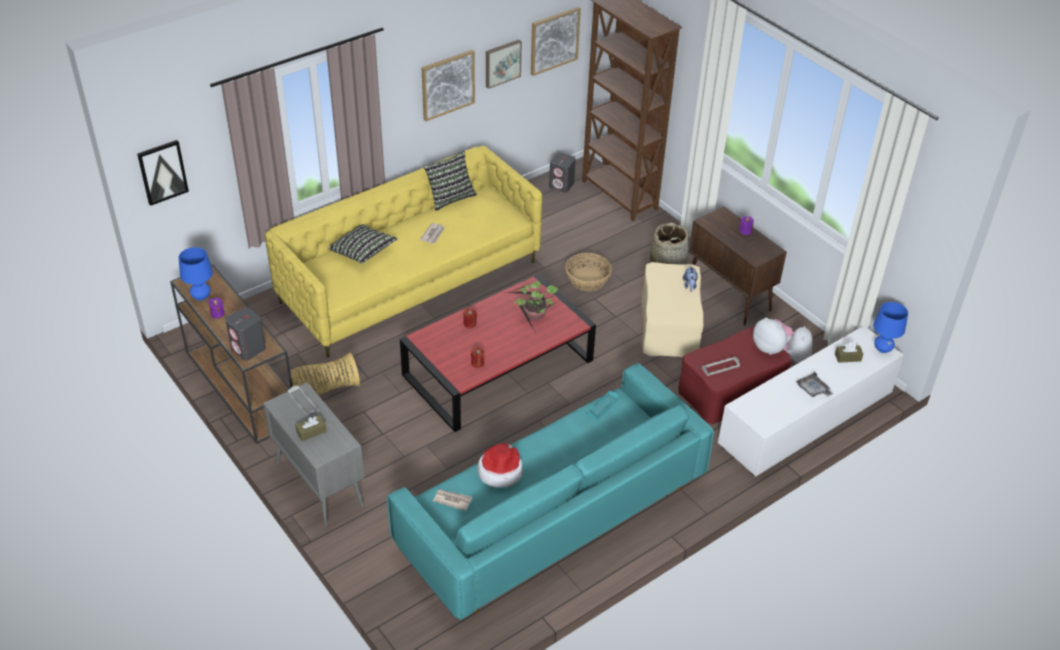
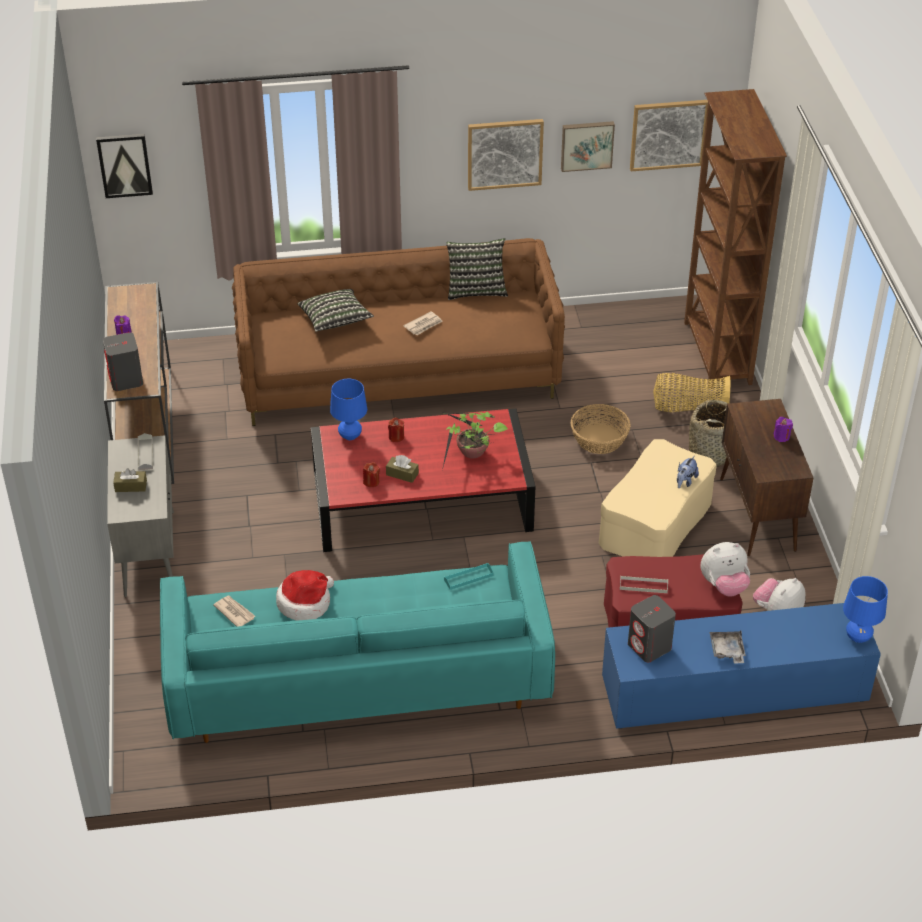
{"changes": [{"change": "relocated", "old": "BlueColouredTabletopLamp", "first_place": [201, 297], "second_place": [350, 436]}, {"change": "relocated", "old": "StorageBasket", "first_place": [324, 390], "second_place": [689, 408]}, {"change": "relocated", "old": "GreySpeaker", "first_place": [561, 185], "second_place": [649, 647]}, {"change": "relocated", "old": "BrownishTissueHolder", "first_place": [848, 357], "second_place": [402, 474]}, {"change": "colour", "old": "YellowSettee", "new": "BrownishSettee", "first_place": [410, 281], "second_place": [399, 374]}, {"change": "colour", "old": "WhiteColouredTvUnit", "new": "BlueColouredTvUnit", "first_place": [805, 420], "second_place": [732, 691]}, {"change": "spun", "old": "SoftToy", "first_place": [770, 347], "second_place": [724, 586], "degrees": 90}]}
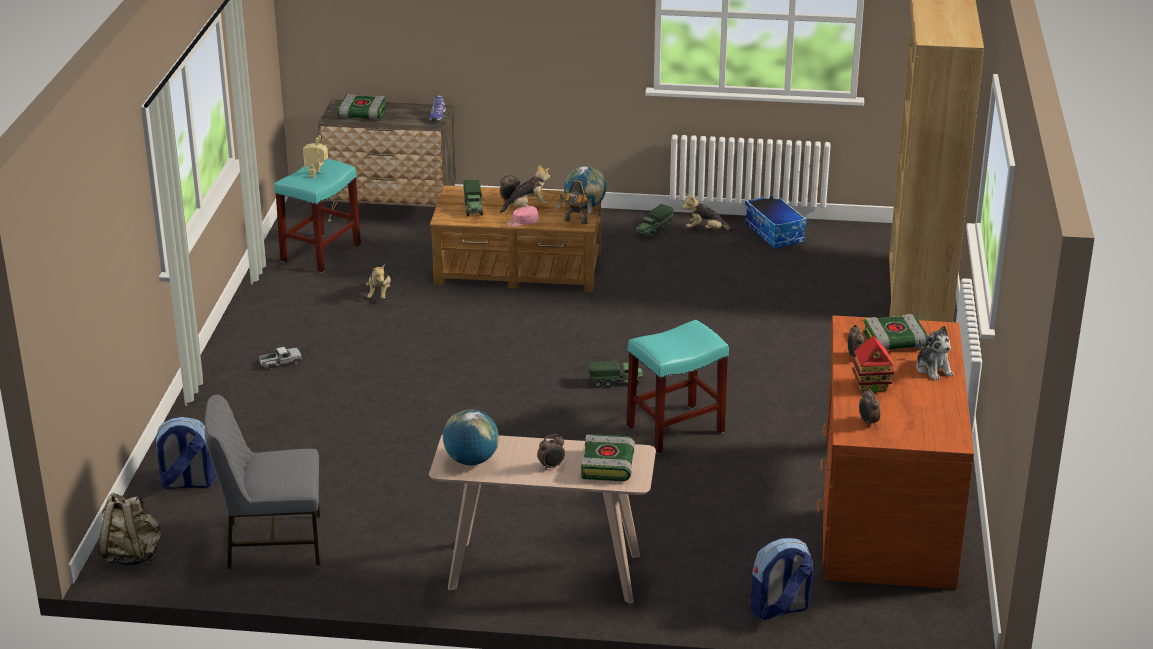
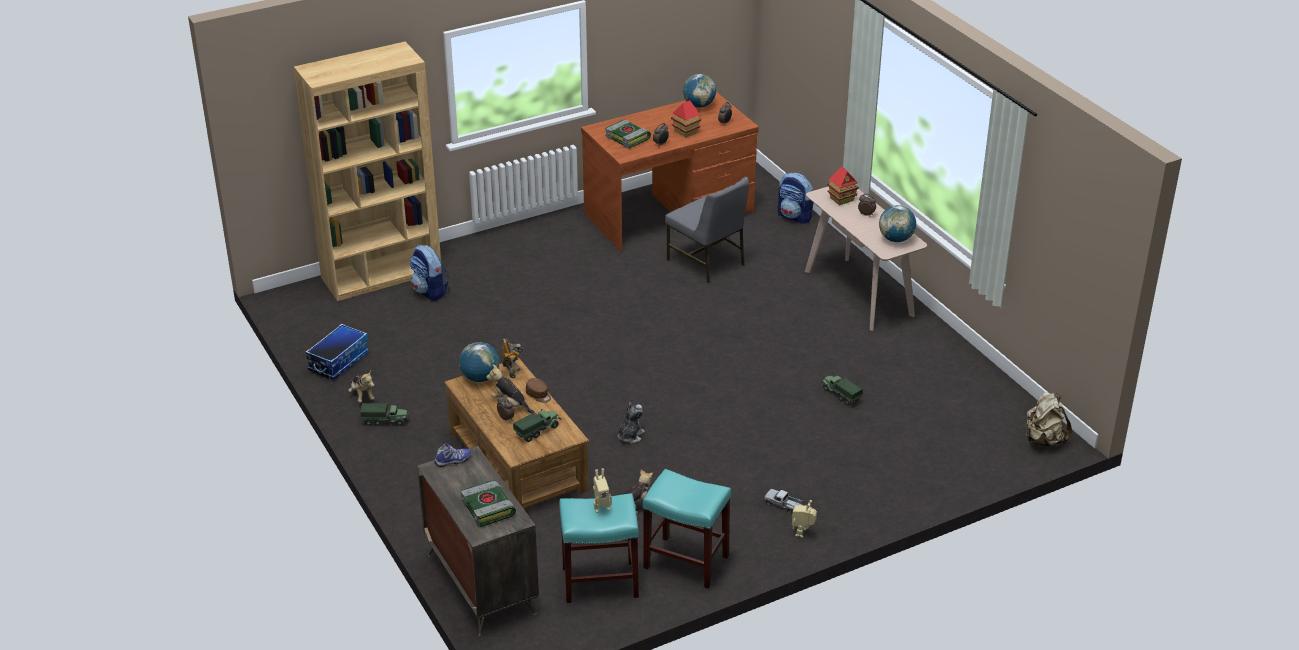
{"changes": [{"change": "appeared", "new": "Globe", "second_place": [699, 105]}, {"change": "appeared", "new": "ModelRobot", "second_place": [803, 533]}, {"change": "relocated", "old": "Backpack", "first_place": [187, 483], "second_place": [430, 292]}, {"change": "relocated", "old": "GreyUprightChair", "first_place": [272, 542], "second_place": [707, 262]}, {"change": "relocated", "old": "ToyLorry", "first_place": [616, 382], "second_place": [840, 395]}, {"change": "relocated", "old": "TurquoiseStool", "first_place": [675, 430], "second_place": [687, 562]}, {"change": "relocated", "old": "SoftToy", "first_place": [933, 369], "second_place": [630, 436]}, {"change": "exchanged", "old": "BoundBook", "new": "ToyHouse", "first_place": [608, 465], "second_place": [842, 199]}, {"change": "colour", "old": "PinkishPeakedCap", "new": "BrownishPeakedCap", "first_place": [522, 222], "second_place": [538, 395]}]}
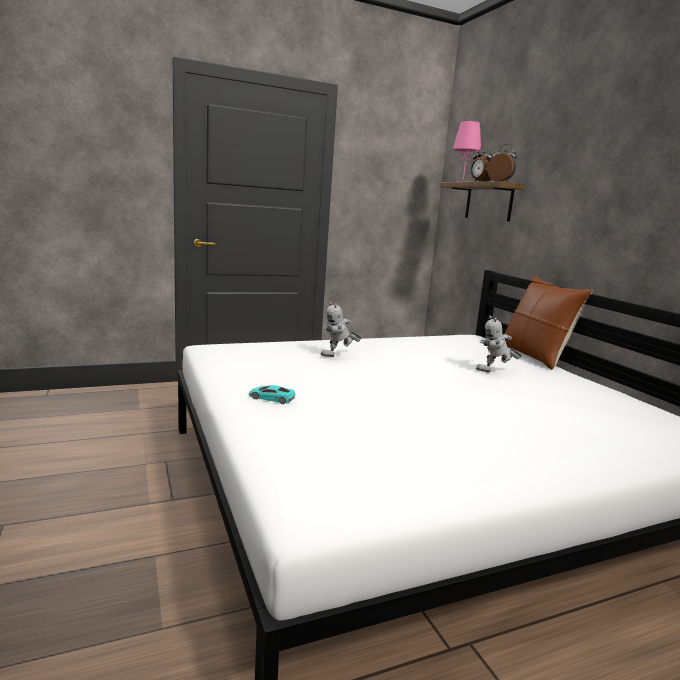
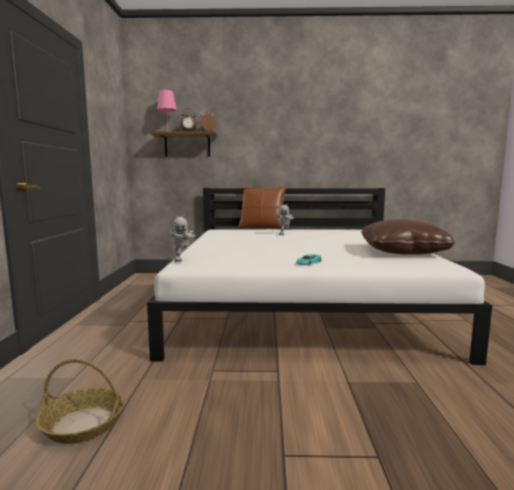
{"changes": [{"change": "appeared", "new": "StorageBasket", "second_place": [83, 423]}, {"change": "appeared", "new": "BrownishThrowPillow", "second_place": [403, 252]}, {"change": "relocated", "old": "ModelRobot", "first_place": [338, 357], "second_place": [182, 260]}]}
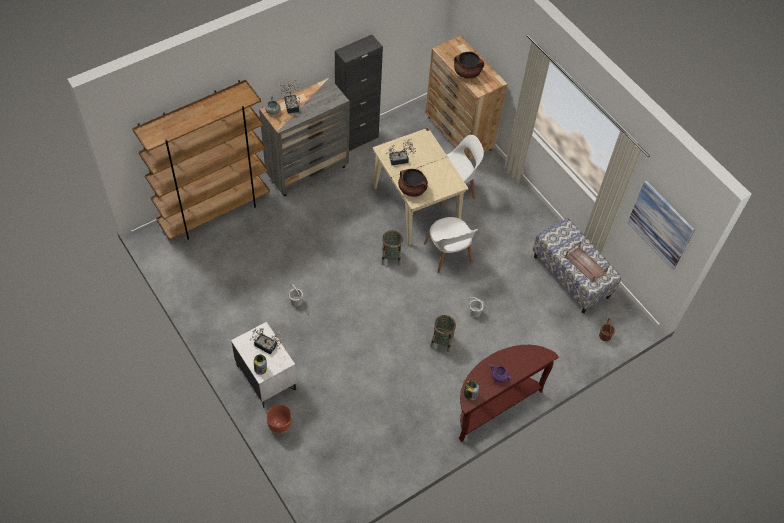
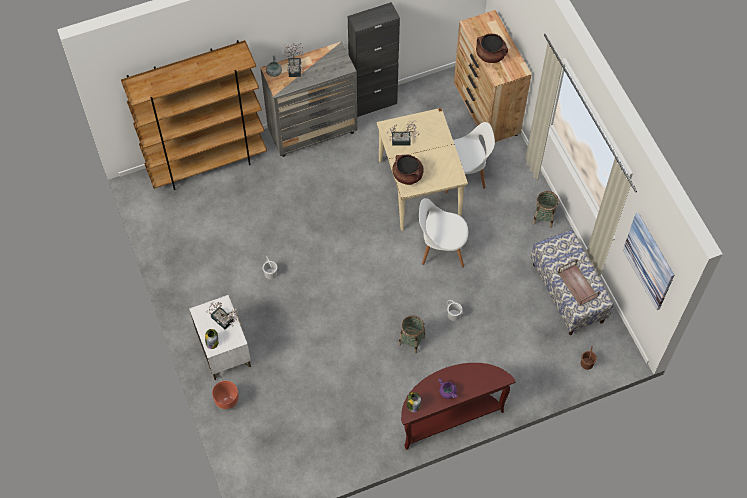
{"changes": [{"change": "relocated", "old": "StorageBasket", "first_place": [391, 257], "second_place": [543, 217]}, {"change": "spun", "old": "WhiteColouredUprightChair", "first_place": [448, 255], "second_place": [441, 248], "degrees": 105}]}
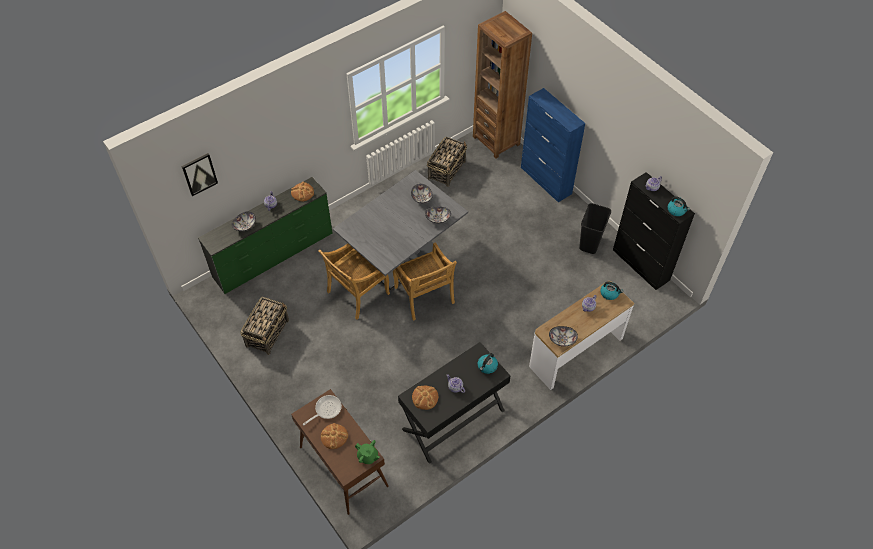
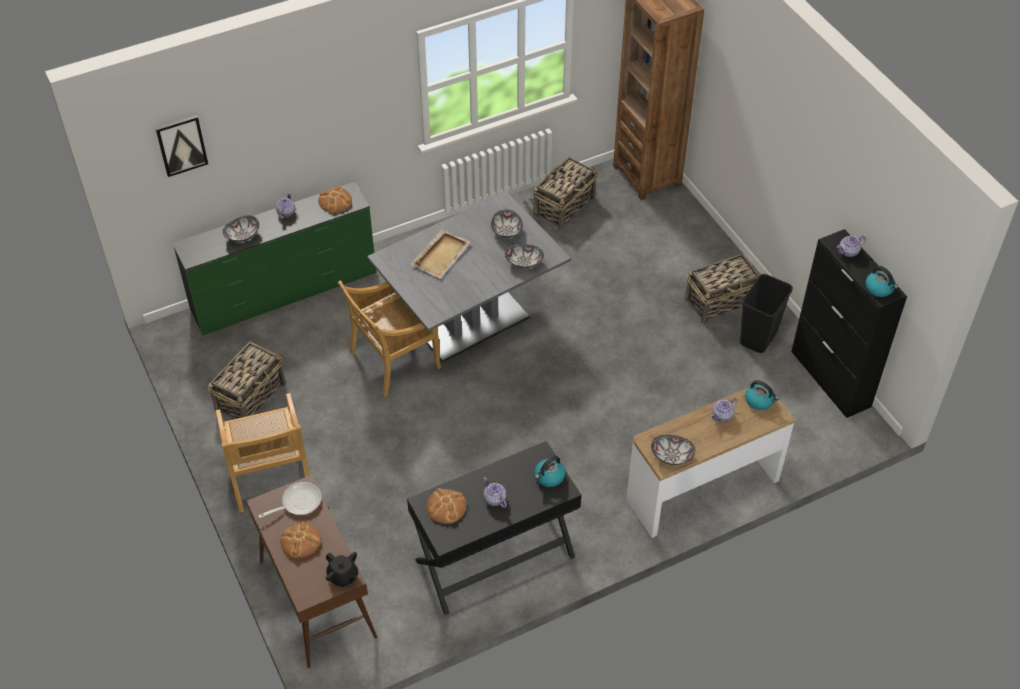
{"changes": [{"change": "missing", "old": "BlueColouredCupboard", "first_place": [546, 181]}, {"change": "appeared", "new": "BeigeColouredServingTray", "second_place": [441, 255]}, {"change": "appeared", "new": "StorageBasket", "second_place": [721, 302]}, {"change": "relocated", "old": "BeigeColouredUprightChair", "first_place": [424, 296], "second_place": [270, 477]}, {"change": "colour", "old": "GreenishPotForTea", "new": "BlackPotForTea", "first_place": [367, 456], "second_place": [343, 576]}]}
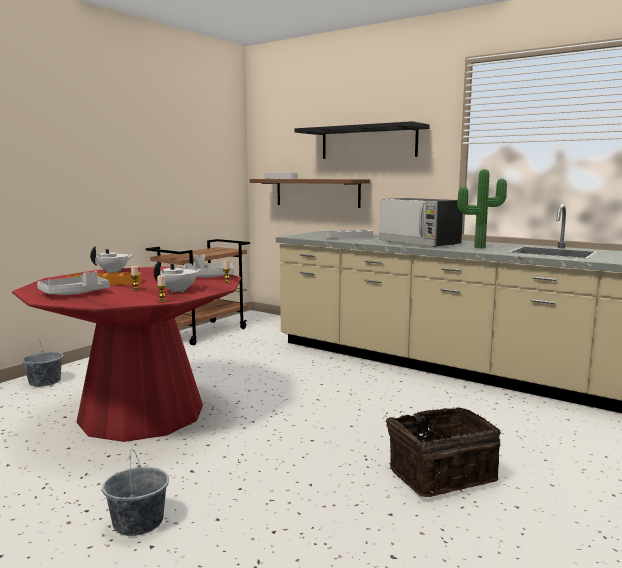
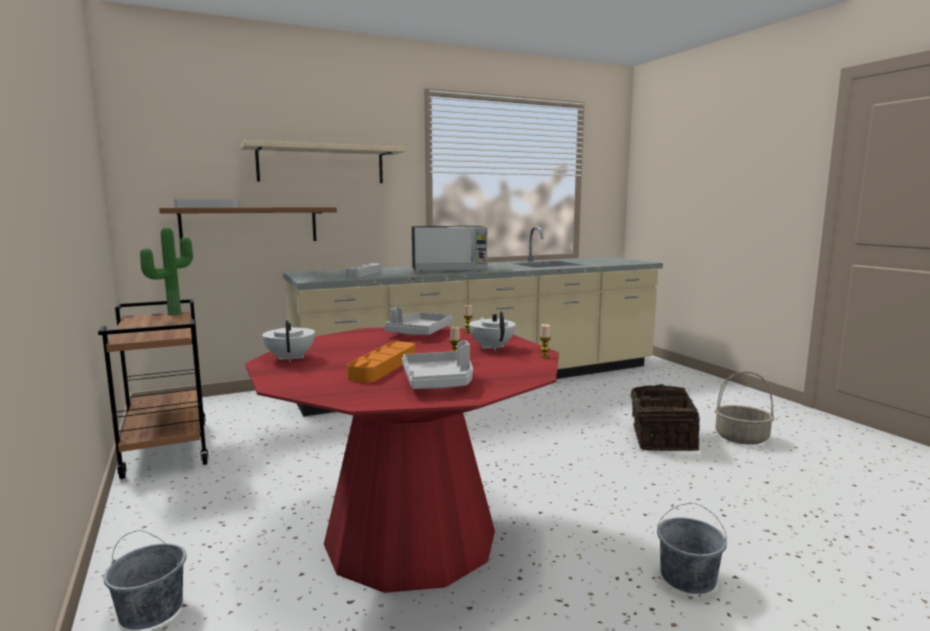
{"changes": [{"change": "appeared", "new": "StorageBasket", "second_place": [741, 438]}, {"change": "relocated", "old": "Houseplant", "first_place": [479, 247], "second_place": [173, 314]}, {"change": "colour", "old": "BlackBracketShelf", "new": "BeigeColouredBracketShelf", "first_place": [368, 142], "second_place": [321, 165]}]}
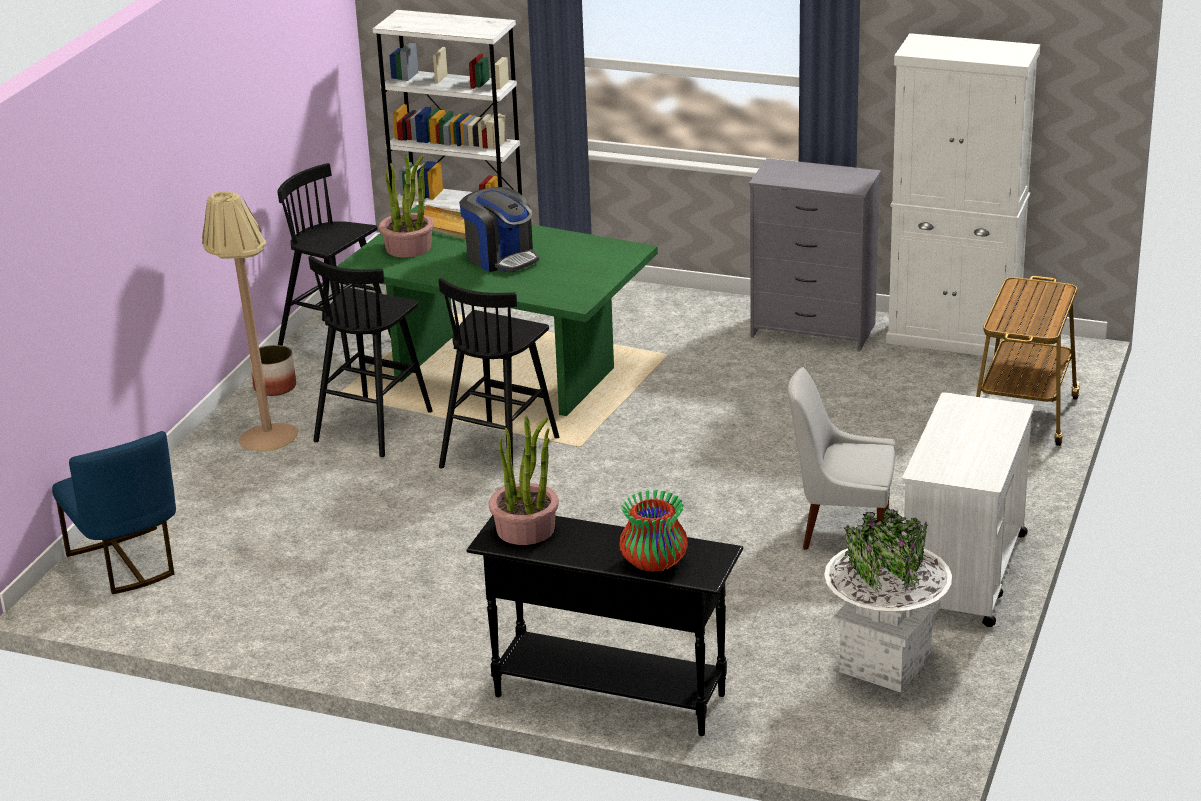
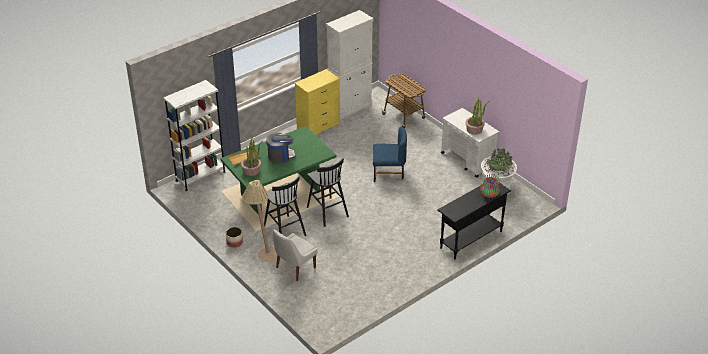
{"changes": [{"change": "missing", "old": "BlackStool", "first_place": [338, 345]}, {"change": "relocated", "old": "BlueColouredUprightChair", "first_place": [127, 563], "second_place": [388, 173]}, {"change": "relocated", "old": "Houseplant", "first_place": [526, 529], "second_place": [474, 129]}, {"change": "relocated", "old": "WhiteColouredUprightChair", "first_place": [841, 529], "second_place": [294, 268]}, {"change": "colour", "old": "GreyChestOfDrawers", "new": "YellowChestOfDrawers", "first_place": [812, 330], "second_place": [318, 128]}]}
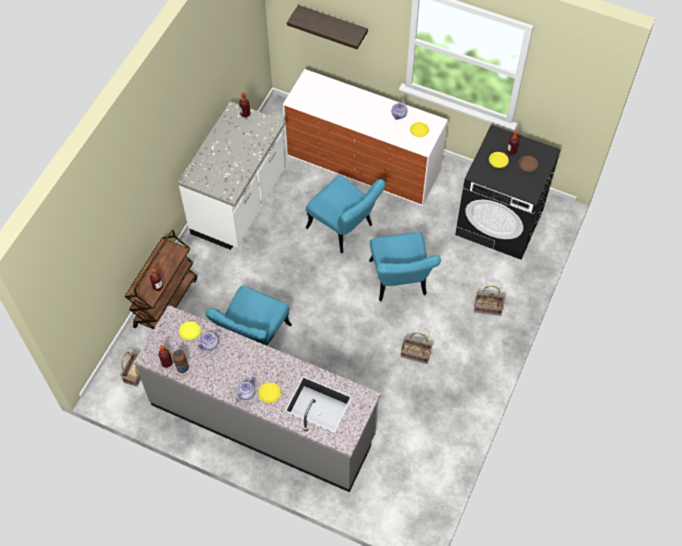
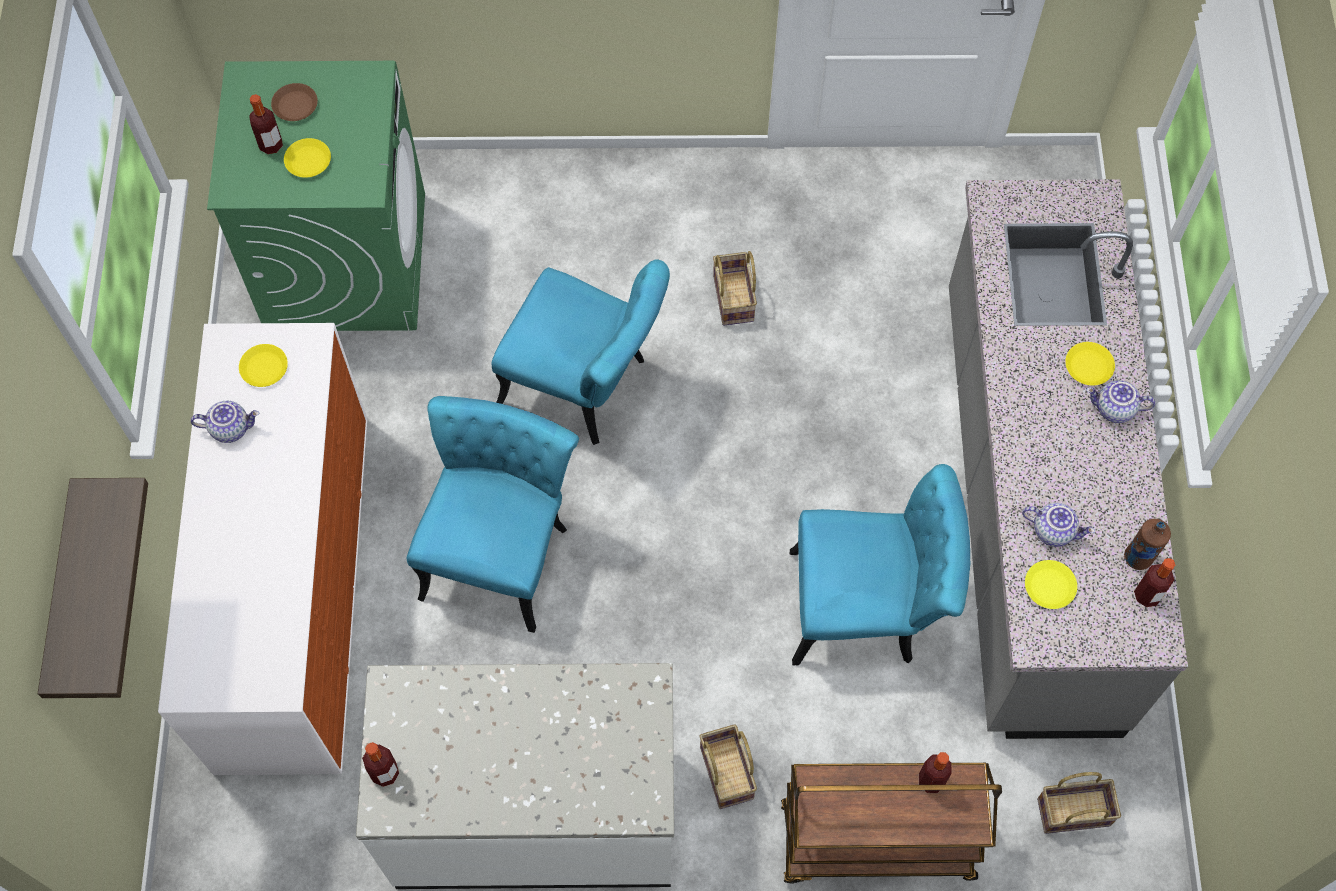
{"changes": [{"change": "relocated", "old": "StorageBasket", "first_place": [487, 308], "second_place": [728, 774]}, {"change": "colour", "old": "BlackWashingMachine", "new": "GreenishWashingMachine", "first_place": [500, 222], "second_place": [346, 260]}, {"change": "spun", "old": "TurquoiseUprightChair", "first_place": [399, 283], "second_place": [586, 387], "degrees": 60}]}
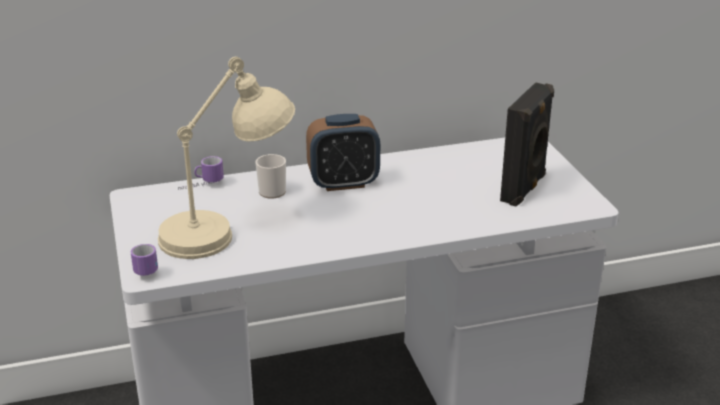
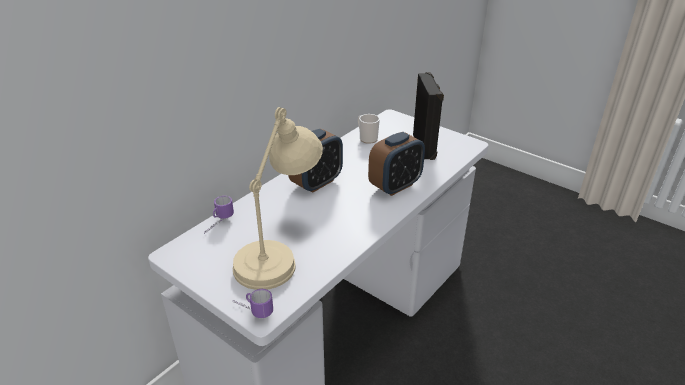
{"changes": [{"change": "appeared", "new": "TableClock", "second_place": [395, 186]}, {"change": "relocated", "old": "CoffeeMug", "first_place": [271, 190], "second_place": [367, 138]}]}
